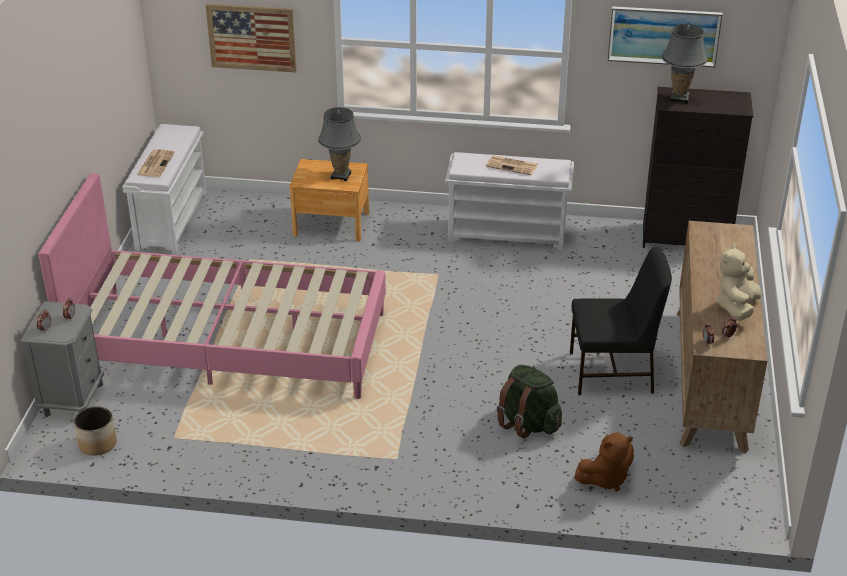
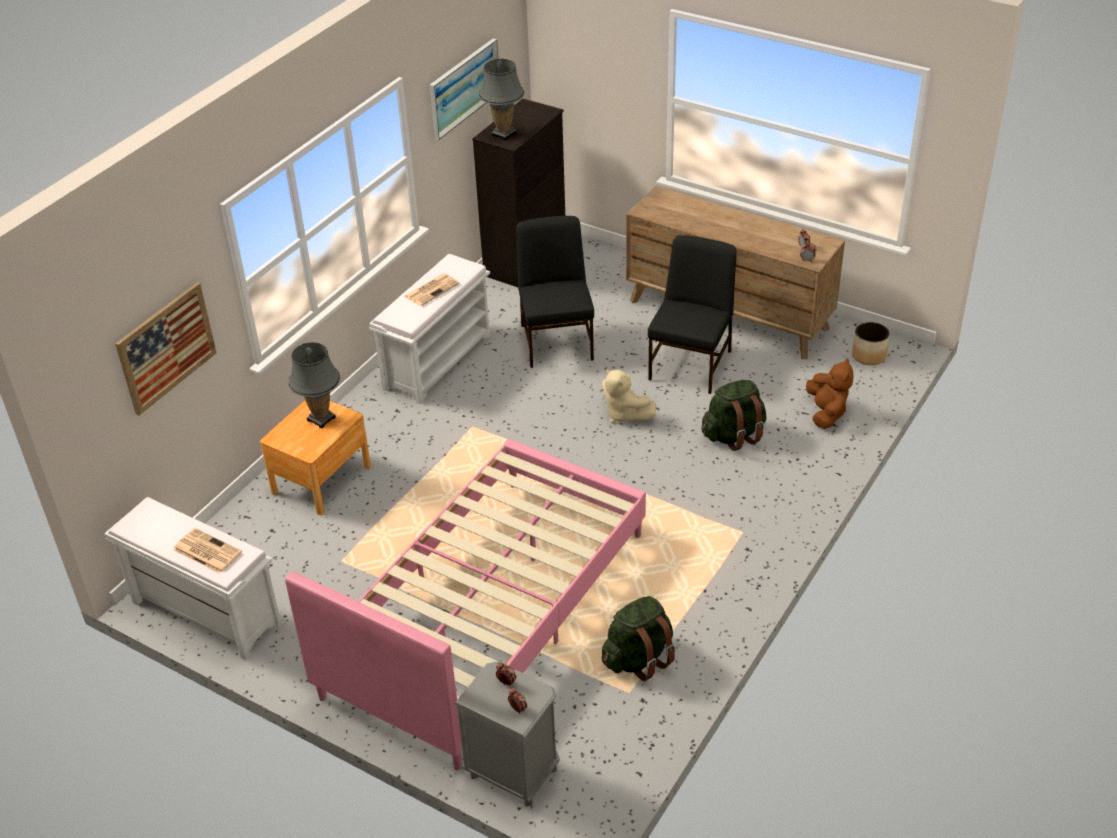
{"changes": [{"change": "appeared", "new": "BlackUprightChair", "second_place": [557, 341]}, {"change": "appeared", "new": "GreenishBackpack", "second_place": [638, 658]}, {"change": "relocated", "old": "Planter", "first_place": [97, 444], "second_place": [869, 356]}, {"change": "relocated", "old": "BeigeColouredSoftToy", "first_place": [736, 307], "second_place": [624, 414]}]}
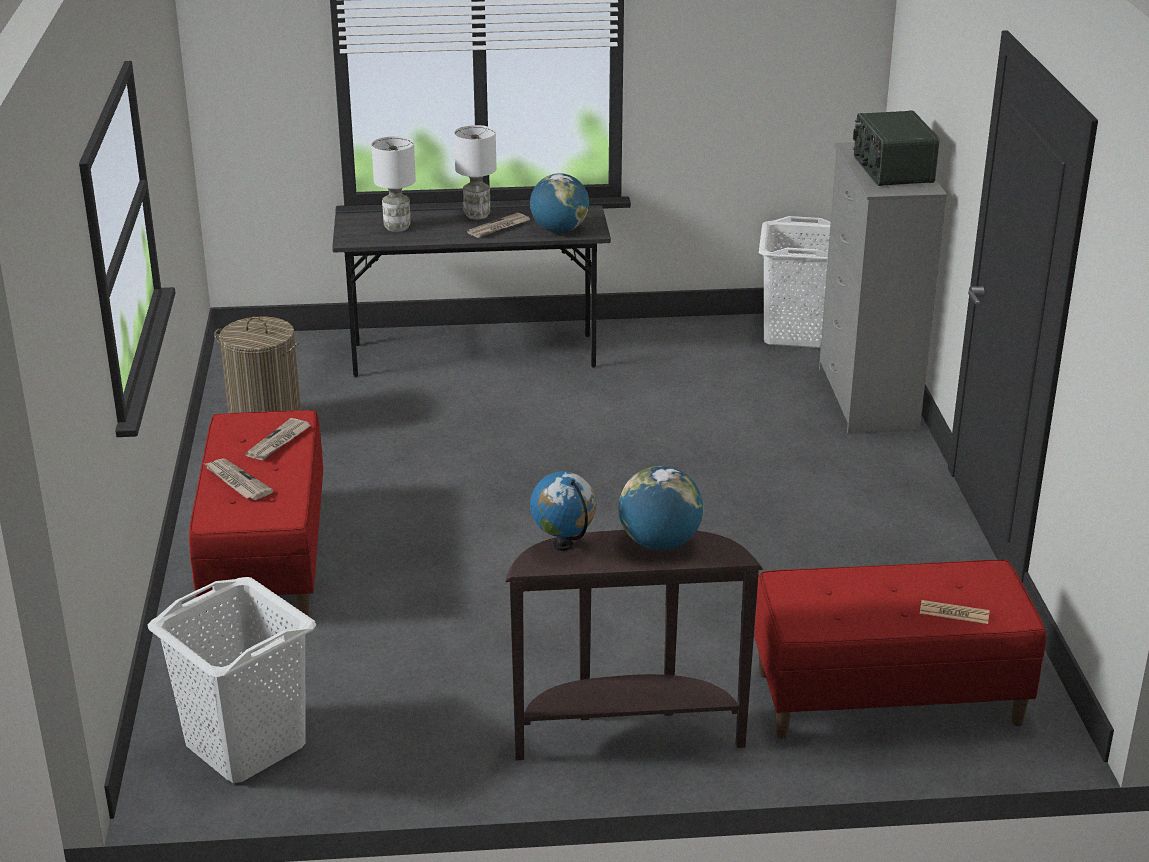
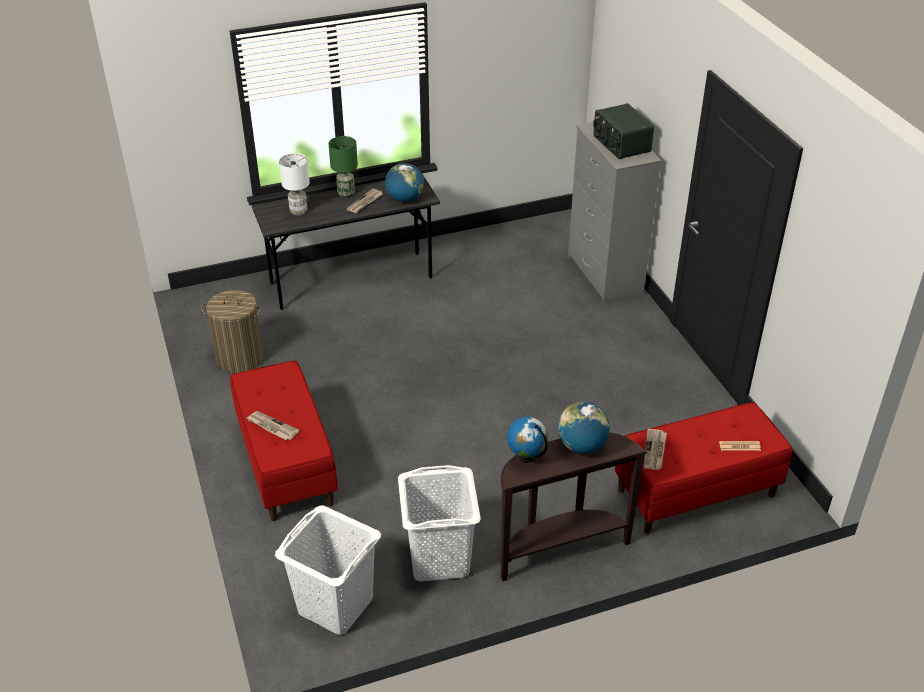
{"changes": [{"change": "relocated", "old": "Newspaper", "first_place": [279, 442], "second_place": [655, 451]}, {"change": "relocated", "old": "WhiteColouredWashingBasket", "first_place": [795, 334], "second_place": [439, 559]}, {"change": "colour", "old": "WhiteColouredTabletopLamp", "new": "GreenishTabletopLamp", "first_place": [476, 215], "second_place": [345, 193]}]}
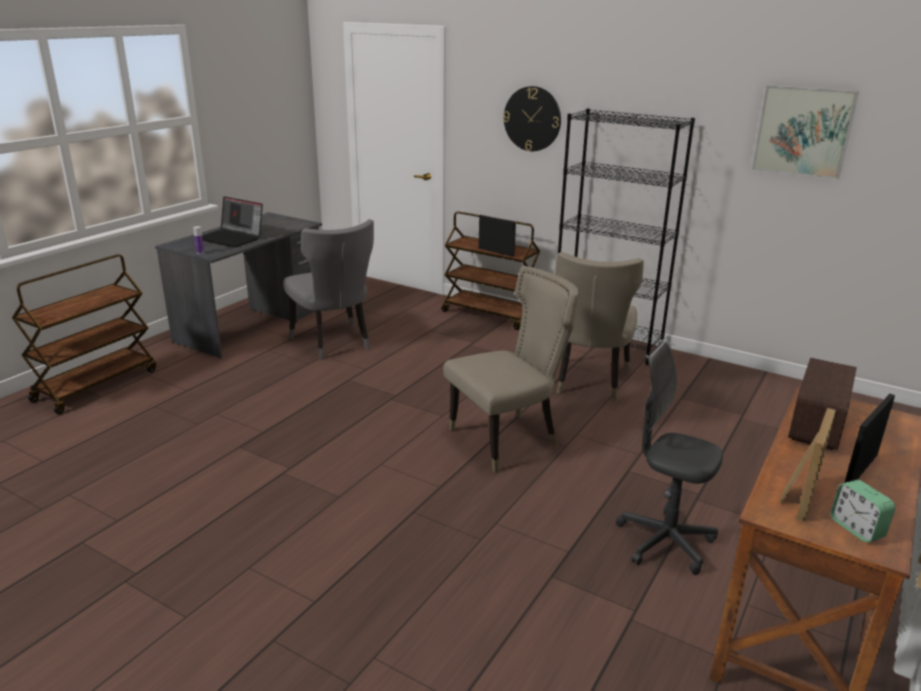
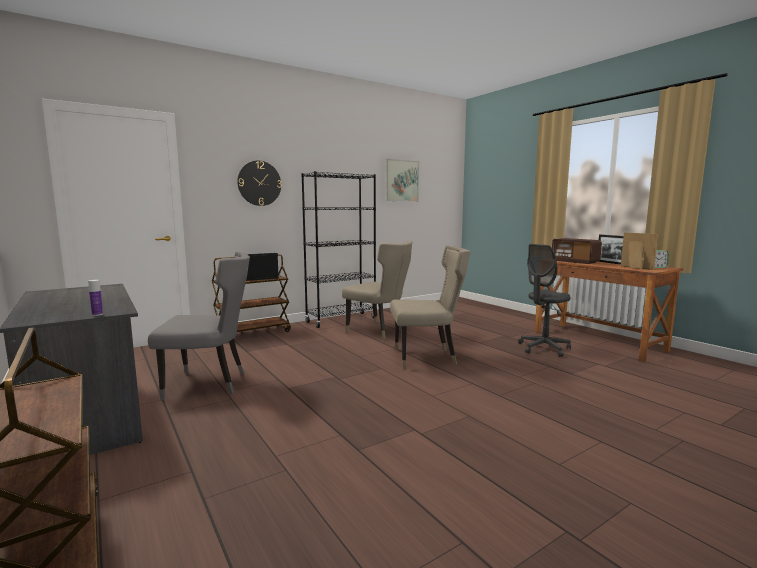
{"changes": [{"change": "missing", "old": "Laptop", "first_place": [232, 238]}, {"change": "spun", "old": "BeigeColouredUprightChair", "first_place": [508, 439], "second_place": [427, 358], "degrees": 90}]}
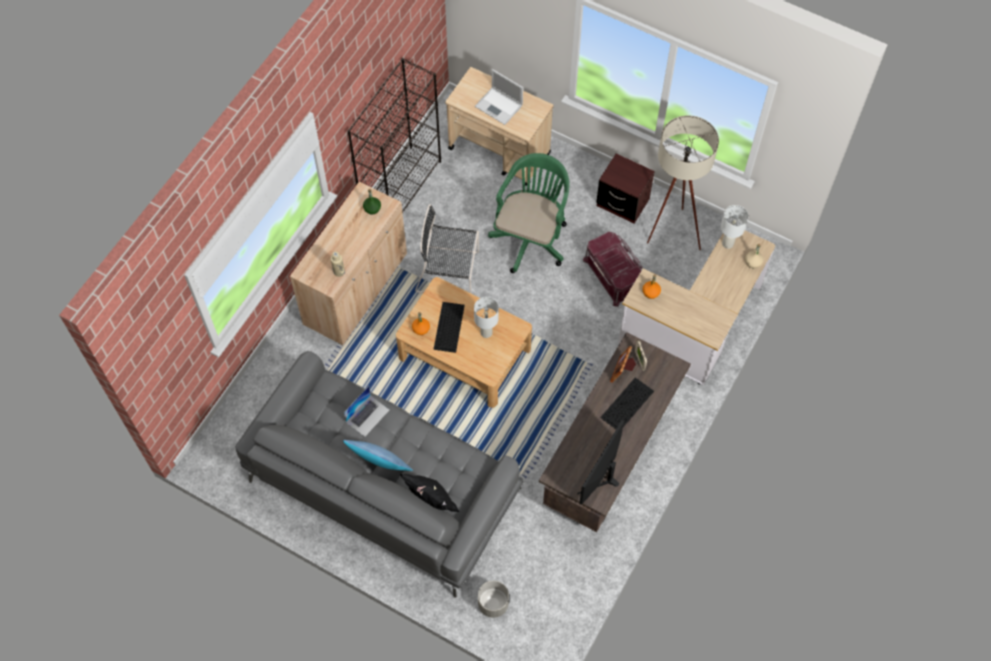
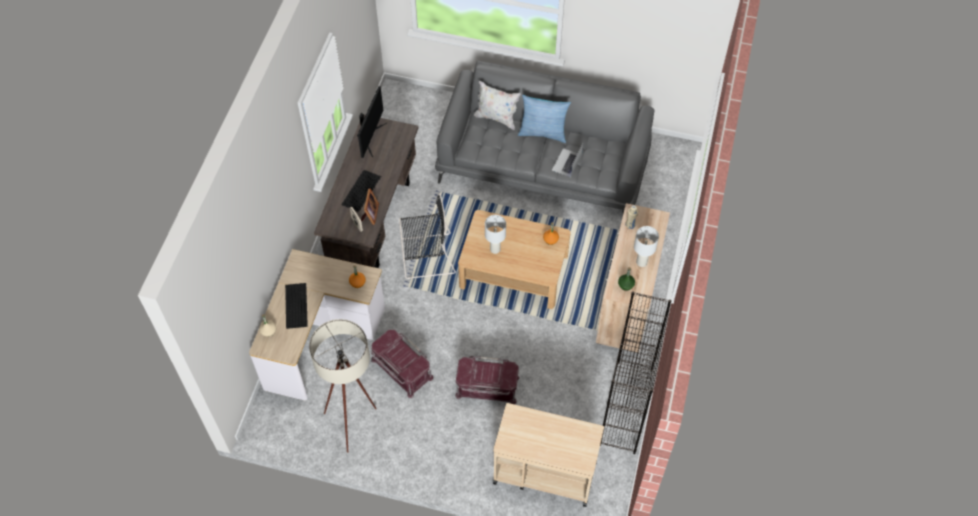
{"changes": [{"change": "missing", "old": "Laptop", "first_place": [499, 106]}, {"change": "missing", "old": "GreyPlanter", "first_place": [493, 604]}, {"change": "missing", "old": "BrownishNightTable", "first_place": [622, 202]}, {"change": "relocated", "old": "BlackUprightChair", "first_place": [449, 272], "second_place": [426, 256]}, {"change": "relocated", "old": "PcKeyboard", "first_place": [449, 327], "second_place": [296, 305]}, {"change": "relocated", "old": "WhiteColouredTabletopLamp", "first_place": [727, 243], "second_place": [642, 262]}, {"change": "exchanged", "old": "GreenishComputerChair", "new": "ReddishStorageContainer", "first_place": [531, 237], "second_place": [487, 387]}, {"change": "colour", "old": "BlackThrowPillow", "new": "WhiteColouredThrowPillow", "first_place": [431, 502], "second_place": [496, 118]}]}
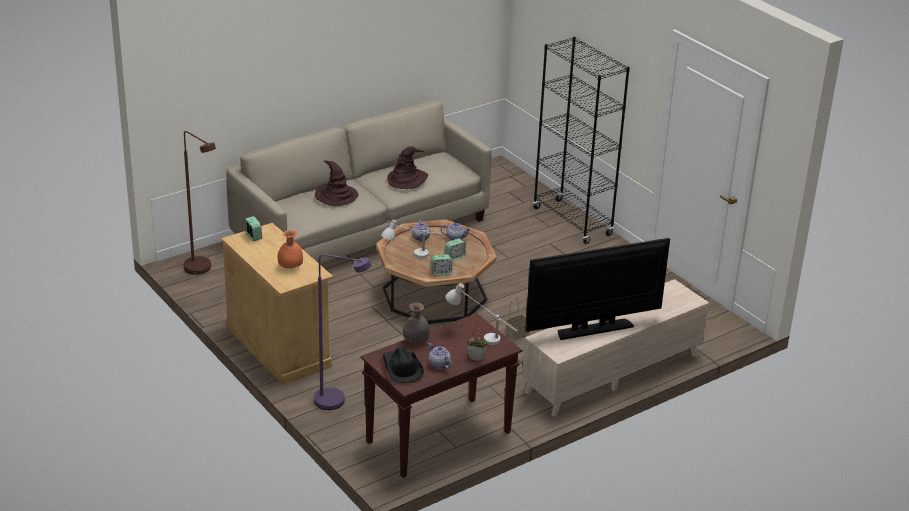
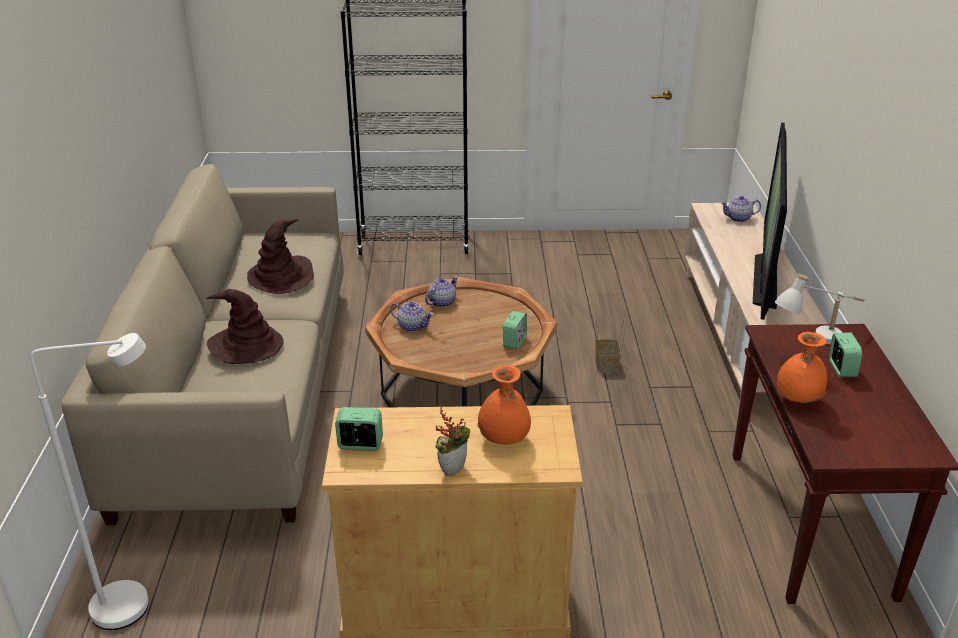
{"changes": [{"change": "missing", "old": "PurpleFloorLamp", "first_place": [337, 402]}, {"change": "missing", "old": "WhiteColouredTabletopLamp", "first_place": [411, 257]}, {"change": "missing", "old": "BlackClothingHat", "first_place": [402, 368]}, {"change": "relocated", "old": "PotForTea", "first_place": [439, 364], "second_place": [738, 218]}, {"change": "relocated", "old": "TableClock", "first_place": [455, 257], "second_place": [841, 369]}, {"change": "relocated", "old": "Houseplant", "first_place": [476, 357], "second_place": [452, 467]}, {"change": "colour", "old": "BrownishFloorLamp", "new": "WhiteColouredFloorLamp", "first_place": [202, 270], "second_place": [136, 605]}, {"change": "colour", "old": "GreyDecorativeVase", "new": "OrangeDecorativeVase", "first_place": [416, 341], "second_place": [797, 399]}]}
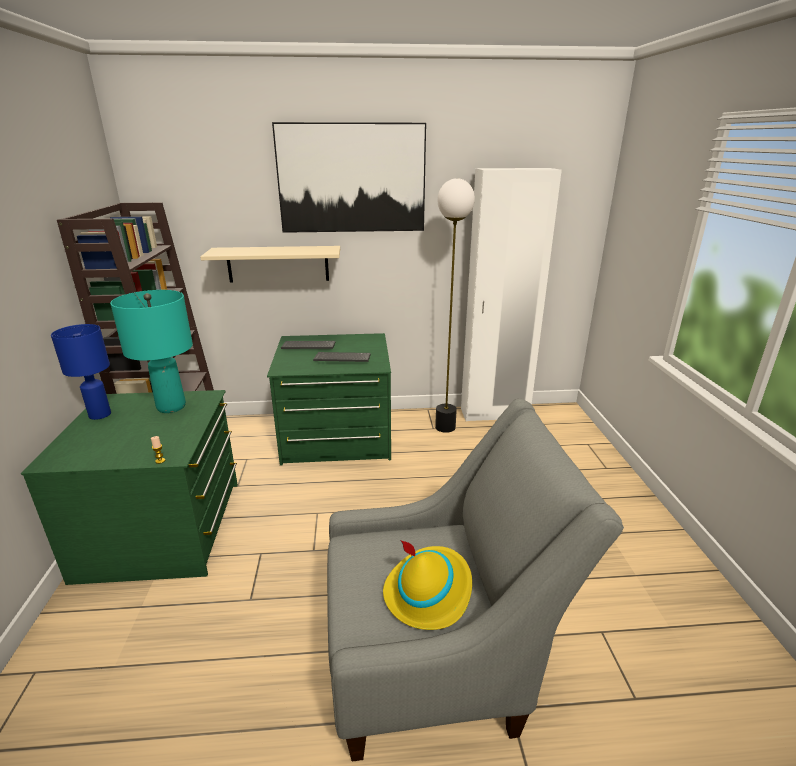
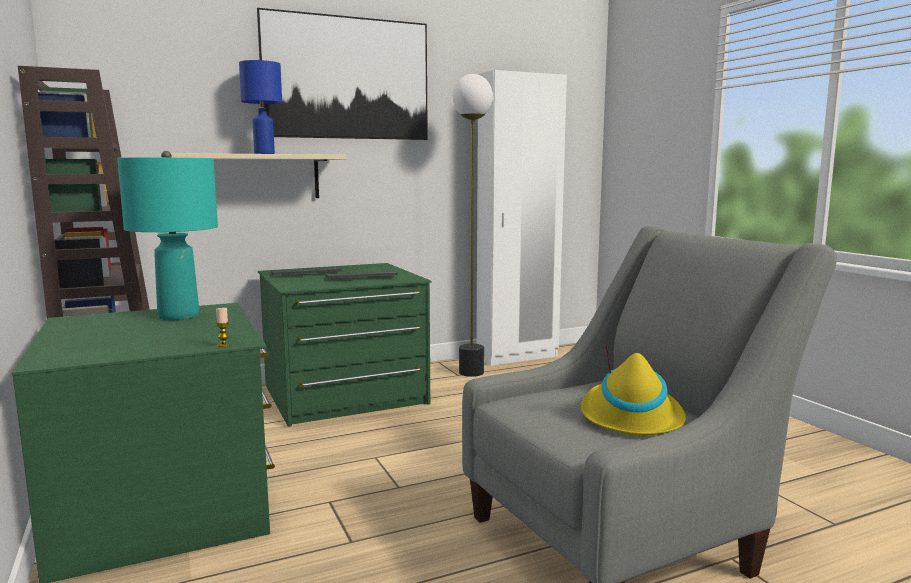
{"changes": [{"change": "relocated", "old": "BlueColouredTabletopLamp", "first_place": [100, 414], "second_place": [264, 154]}]}
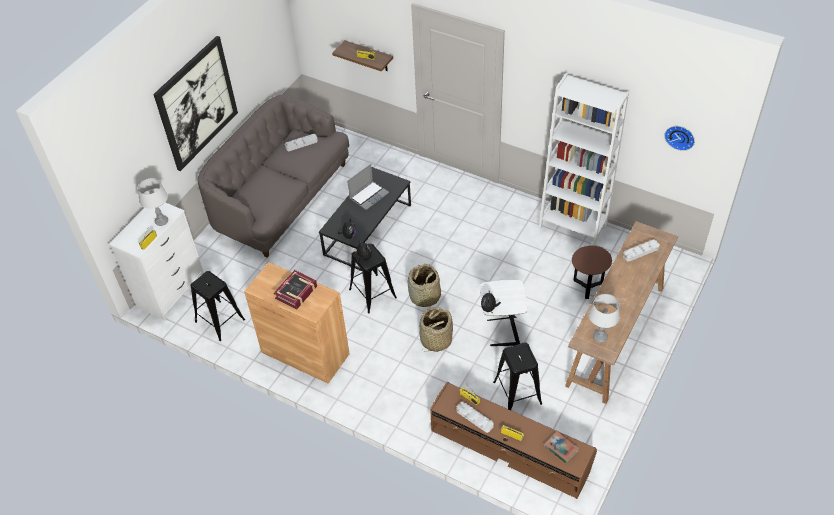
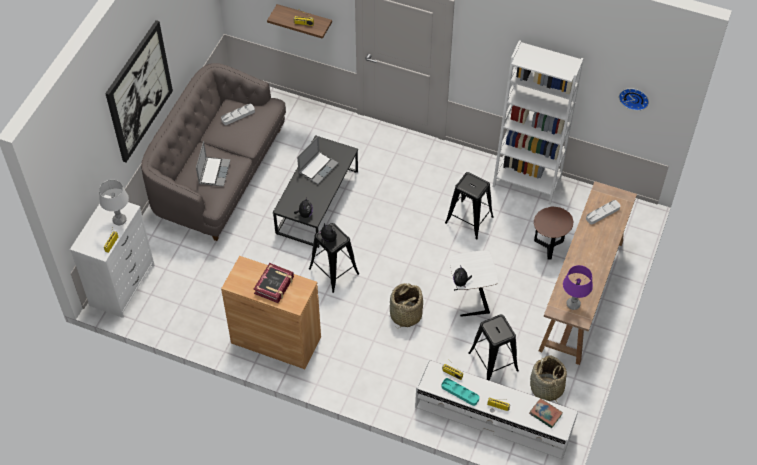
{"changes": [{"change": "appeared", "new": "Laptop", "second_place": [214, 172]}, {"change": "relocated", "old": "BlackStool", "first_place": [220, 321], "second_place": [469, 220]}, {"change": "relocated", "old": "StorageBasket", "first_place": [424, 296], "second_place": [546, 388]}, {"change": "colour", "old": "BrownishTvUnit", "new": "WhiteColouredTvUnit", "first_place": [511, 447], "second_place": [494, 416]}, {"change": "colour", "old": "GreyServingTray", "new": "TurquoiseServingTray", "first_place": [474, 418], "second_place": [460, 393]}, {"change": "colour", "old": "GreyTabletopLamp", "new": "PurpleTabletopLamp", "first_place": [600, 337], "second_place": [573, 304]}]}
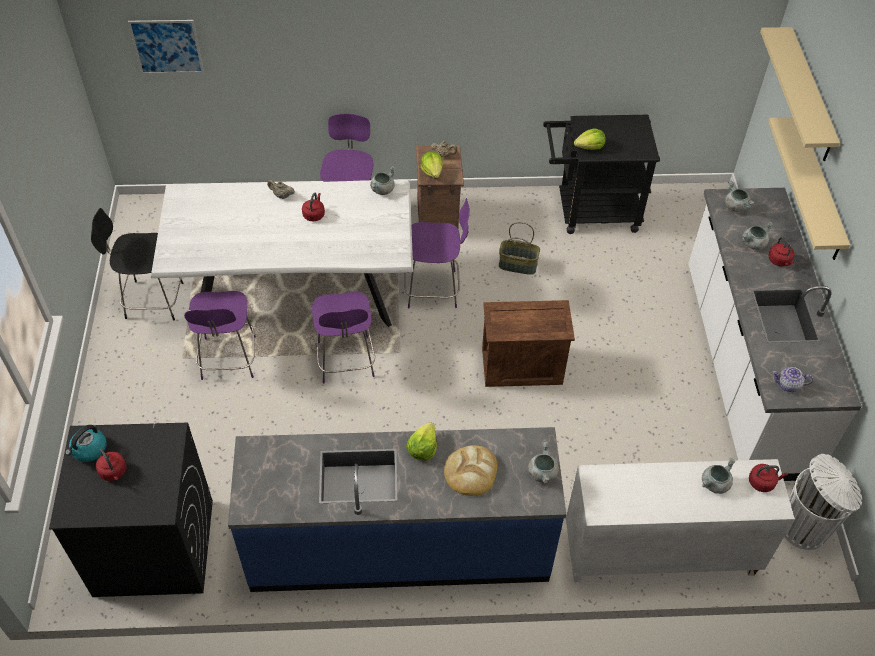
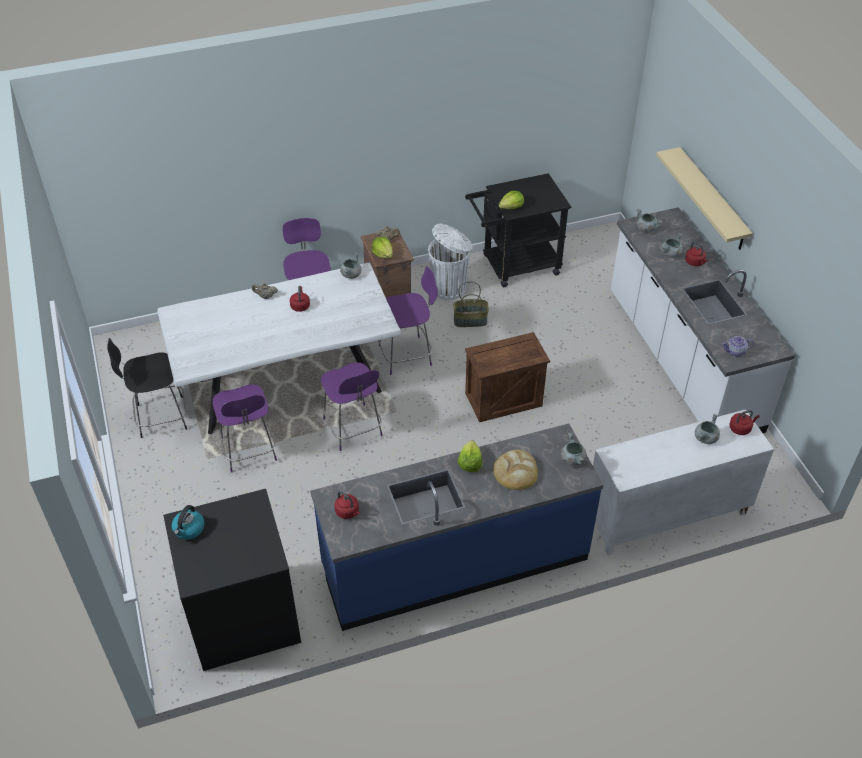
{"changes": [{"change": "missing", "old": "WallPicture", "first_place": [167, 47]}, {"change": "missing", "old": "BeigeColouredBracketShelf", "first_place": [809, 96]}, {"change": "relocated", "old": "ReddishKettle", "first_place": [114, 472], "second_place": [348, 512]}, {"change": "relocated", "old": "WhiteColouredRubbishBin", "first_place": [805, 527], "second_place": [450, 288]}]}
